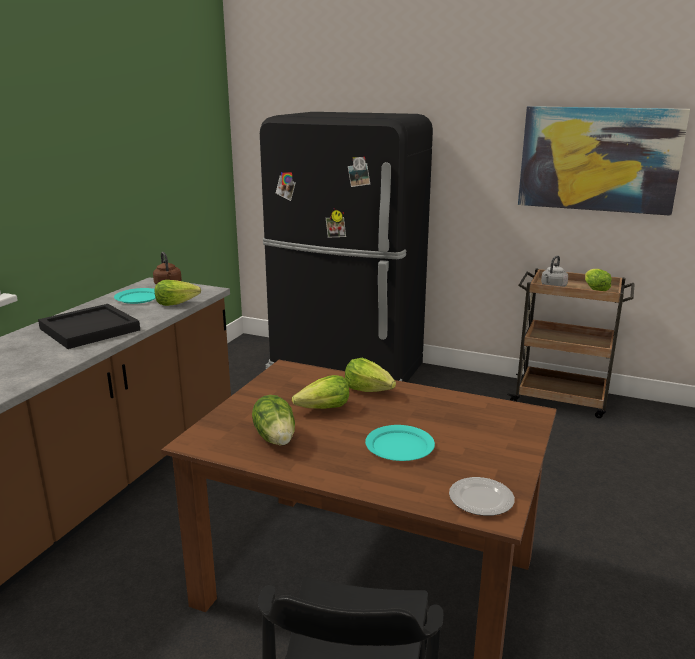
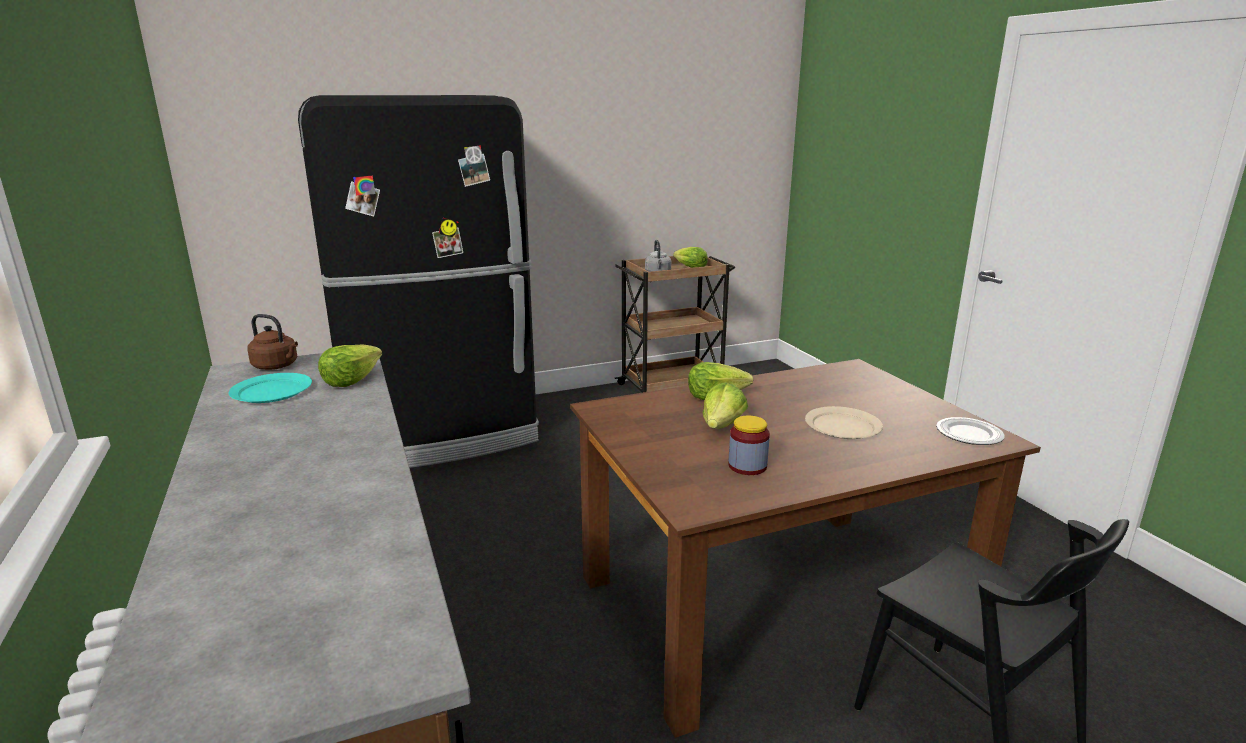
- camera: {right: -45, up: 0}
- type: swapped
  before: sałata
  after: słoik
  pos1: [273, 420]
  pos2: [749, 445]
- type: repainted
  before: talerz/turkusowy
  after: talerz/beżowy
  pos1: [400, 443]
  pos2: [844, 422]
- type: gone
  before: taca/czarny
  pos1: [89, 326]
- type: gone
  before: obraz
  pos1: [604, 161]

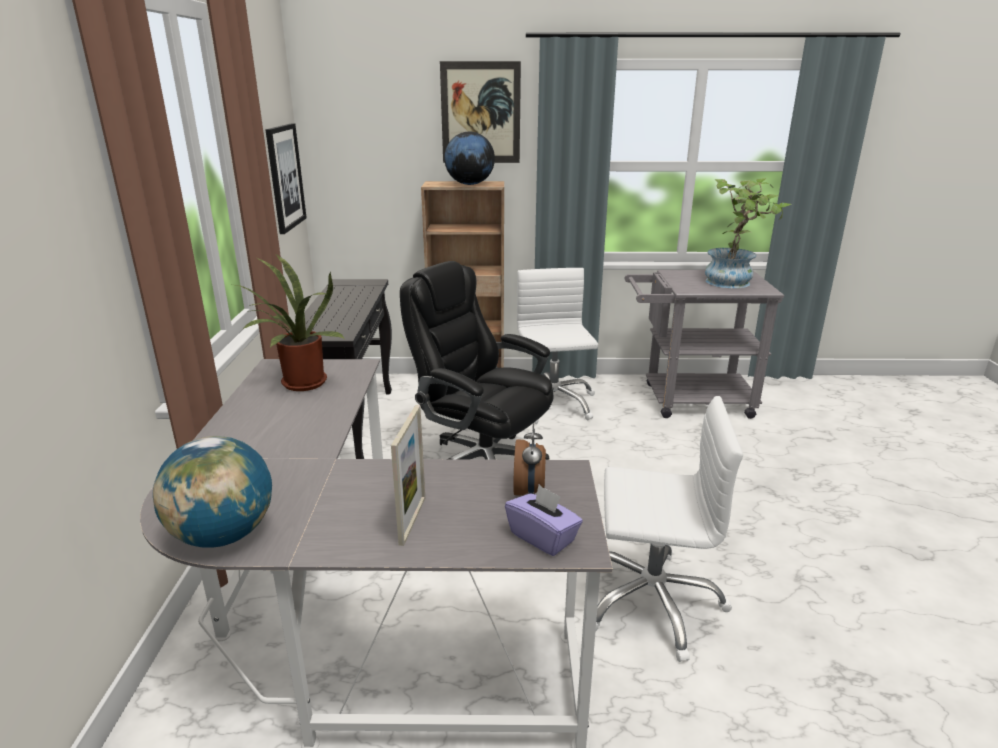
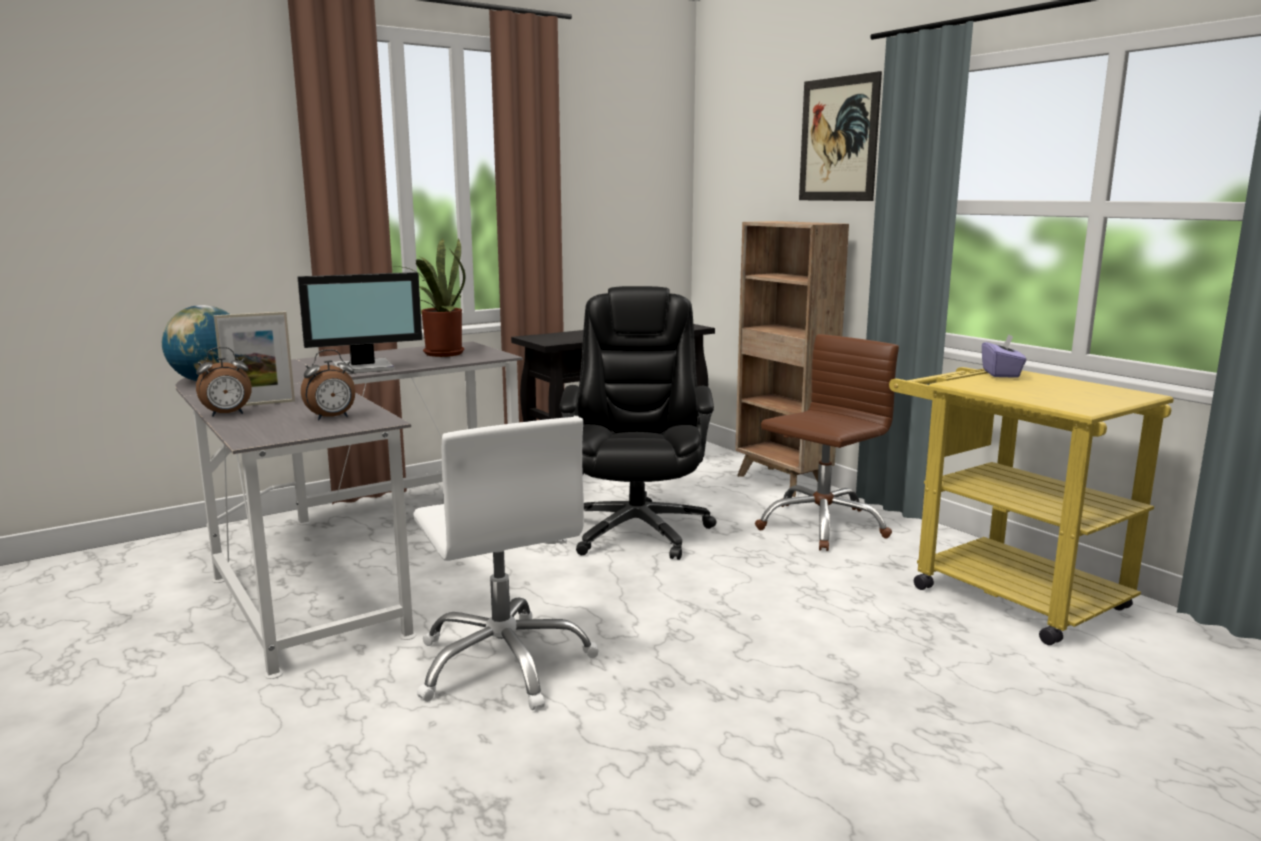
- camera: {right: 55, up: -10}
- type: new
  after: budzik
  pos2: [224, 382]
- type: new
  after: monitor
  pos2: [359, 323]
- type: repainted
  before: krzesło biurowe/biały
  after: krzesło biurowe/brązowy
  pos1: [557, 346]
  pos2: [827, 442]
- type: repainted
  before: wózek/szary
  after: wózek/żółty
  pos1: [704, 344]
  pos2: [1031, 506]
- type: shifted
  before: pudełko chusteczek/fioletowy
  pos1: [544, 520]
  pos2: [1004, 356]
- type: gone
  before: obraz
  pos1: [286, 178]
- type: gone
  before: globus
  pos1: [469, 158]
- type: gone
  before: roślina doniczkowa
  pos1: [748, 233]

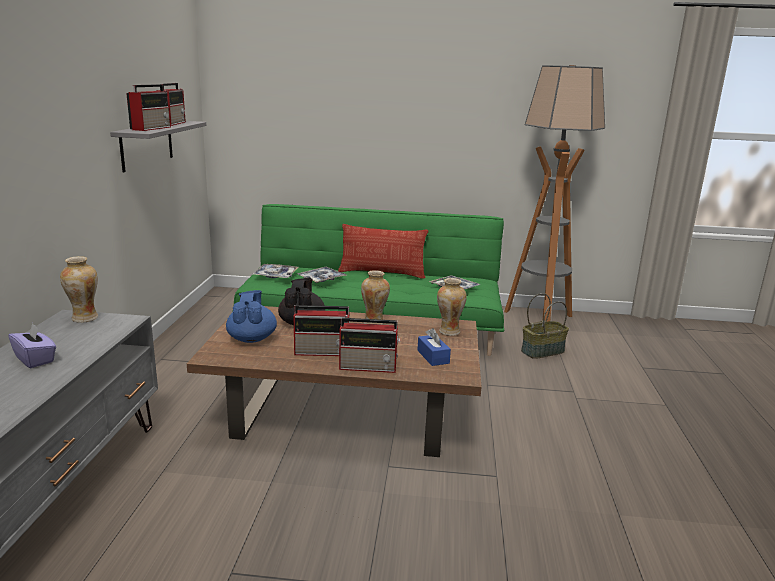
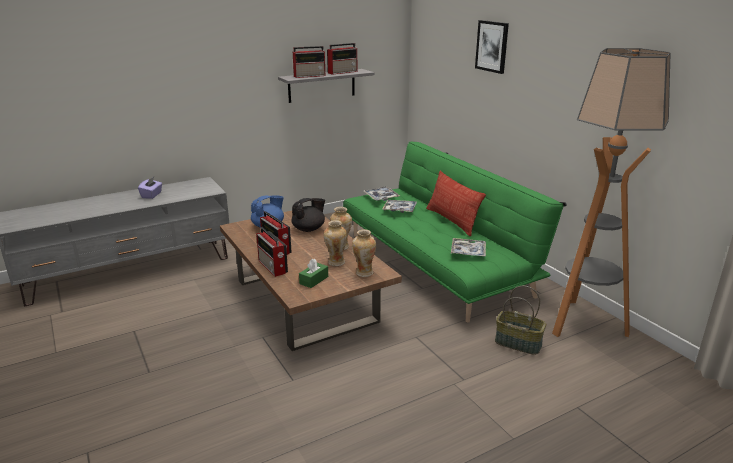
- camera: {right: 55, up: 5}
- type: repainted
  before: pudełko chusteczek/niebieski
  after: pudełko chusteczek/zielony
  pos1: [434, 347]
  pos2: [313, 273]
- type: shifted
  before: wazon
  pos1: [79, 289]
  pos2: [335, 243]
- type: new
  after: obraz
  pos2: [492, 47]

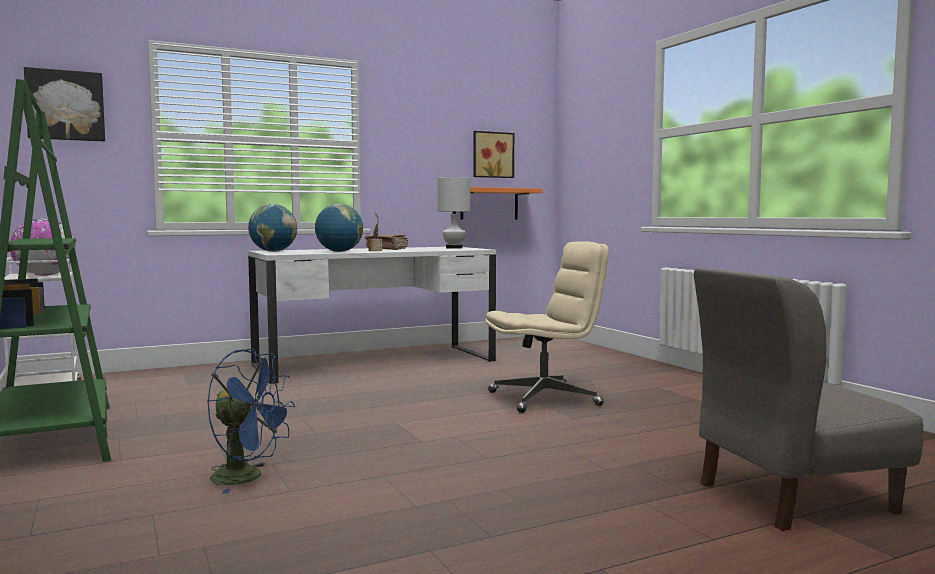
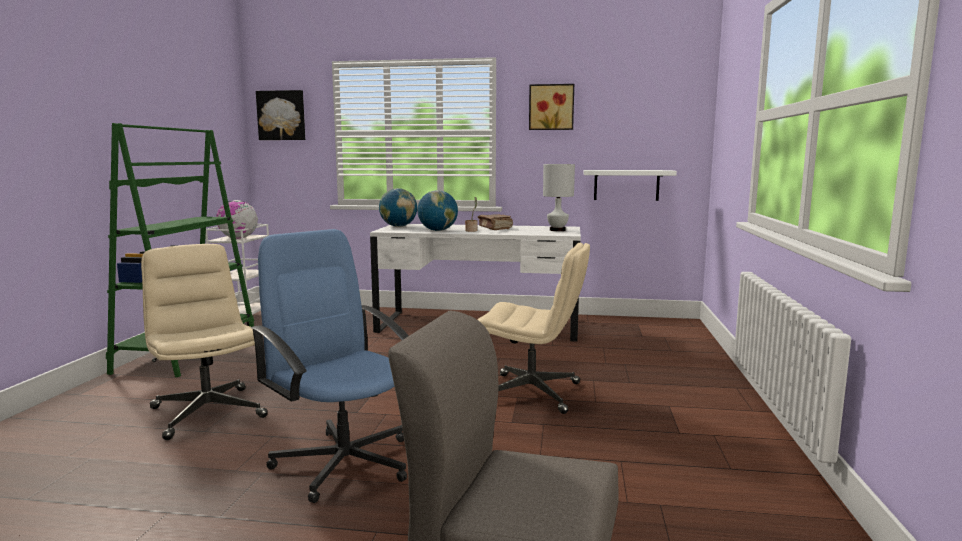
- camera: {right: 35, up: 5}
- type: swapped
  before: wentylator/niebieski
  after: krzesło biurowe/beżowy
  pos1: [251, 421]
  pos2: [204, 342]
- type: new
  after: krzesło biurowe/niebieski
  pos2: [330, 366]
- type: shifted
  before: obraz
  pos1: [493, 154]
  pos2: [551, 107]
- type: repainted
  before: półka/pomarańczowy
  after: półka/biały
  pos1: [501, 203]
  pos2: [630, 185]

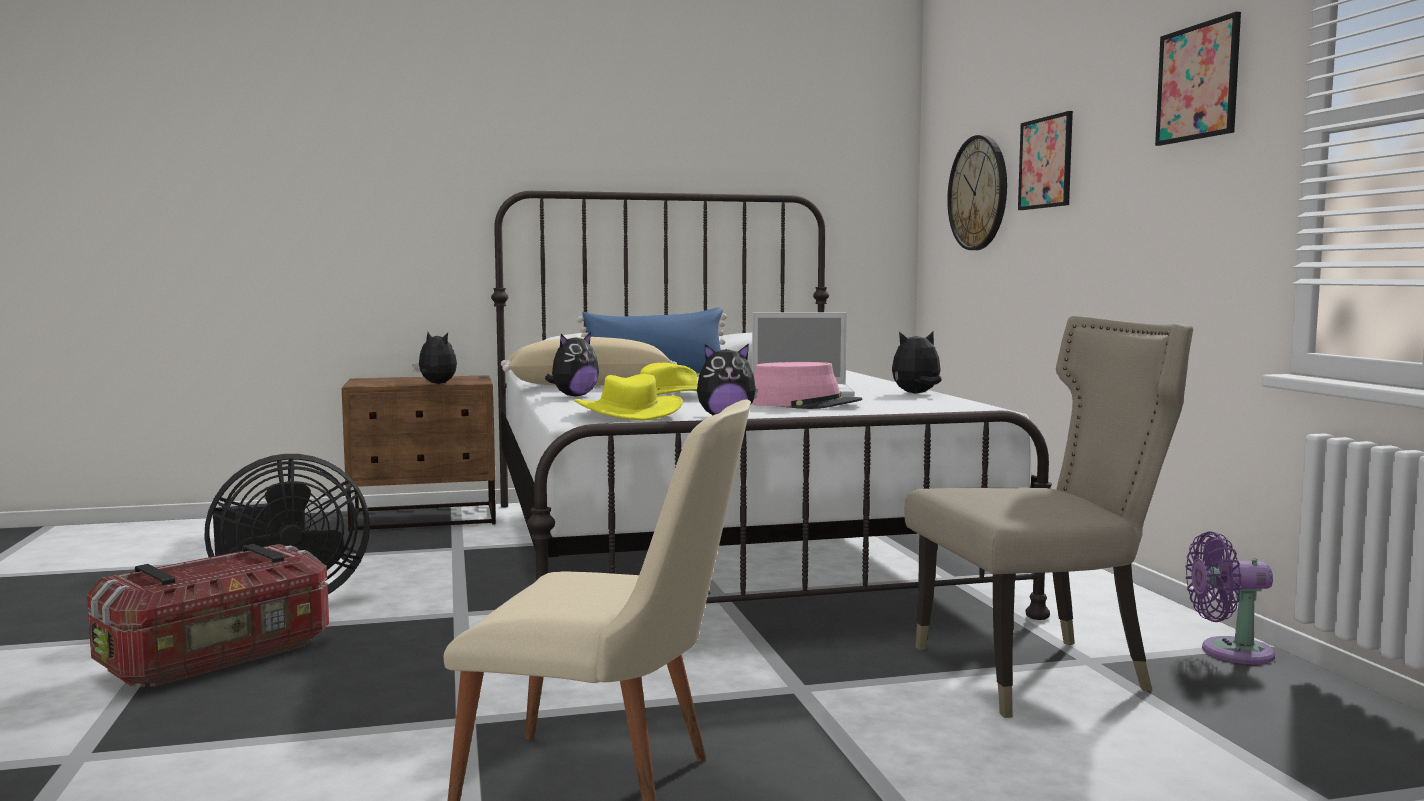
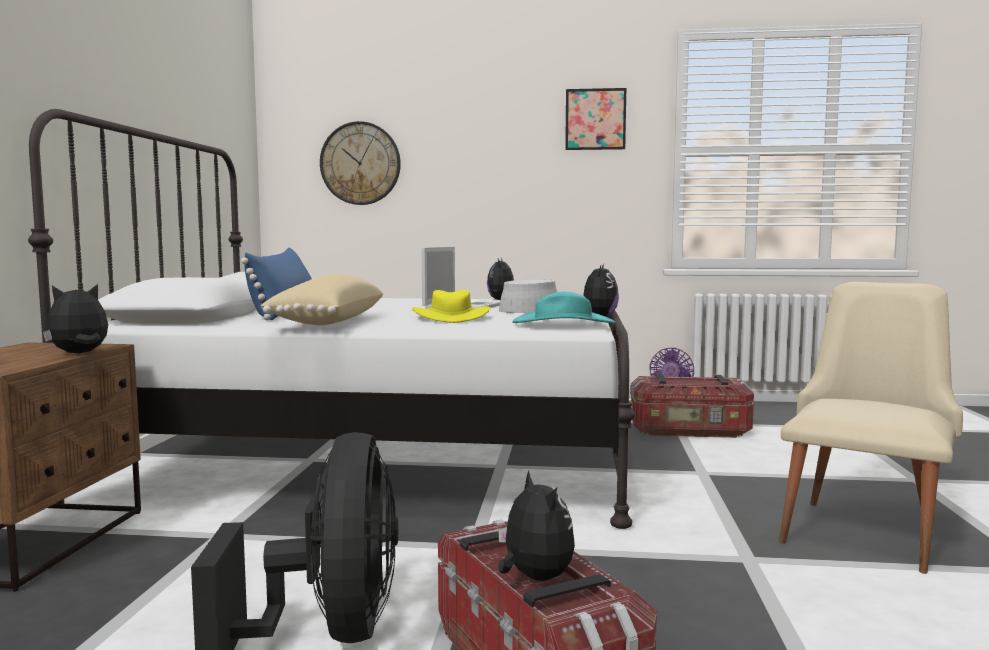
- camera: {right: -70, up: 0}
- type: shifted
  before: pluszak
  pos1: [572, 364]
  pos2: [536, 526]
- type: repainted
  before: kapelusz/różowy
  after: kapelusz/szary
  pos1: [807, 385]
  pos2: [528, 296]
- type: repainted
  before: kapelusz/żółty
  after: kapelusz/turkusowy
  pos1: [629, 397]
  pos2: [564, 308]
- type: swapped
  before: krzesło/beżowy
  after: pojemnik do przechowywania
  pos1: [1048, 517]
  pos2: [692, 405]
- type: gone
  before: obraz
  pos1: [1045, 160]

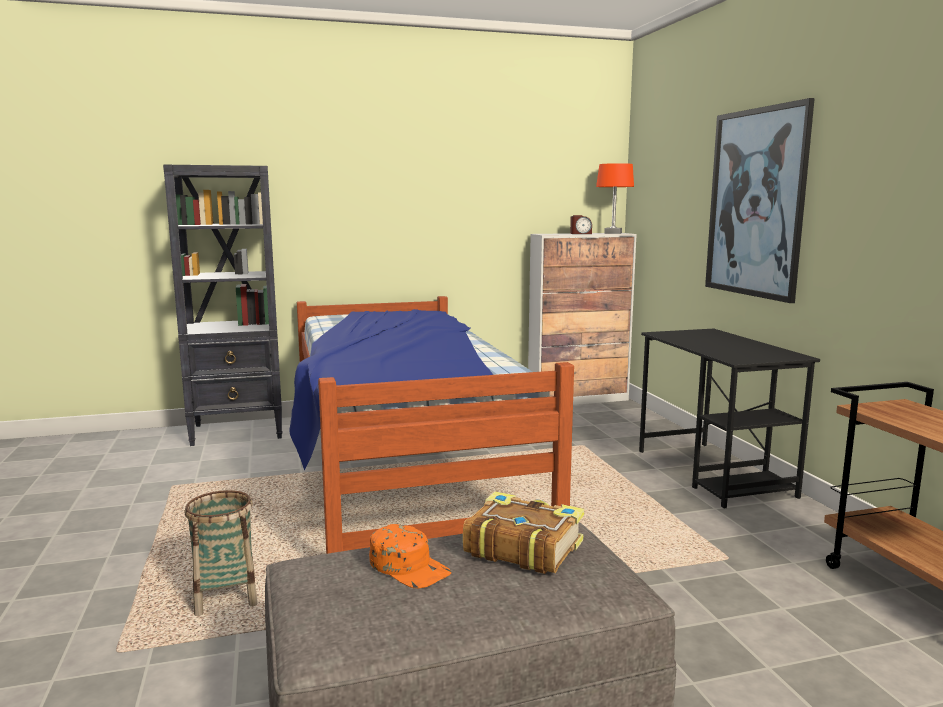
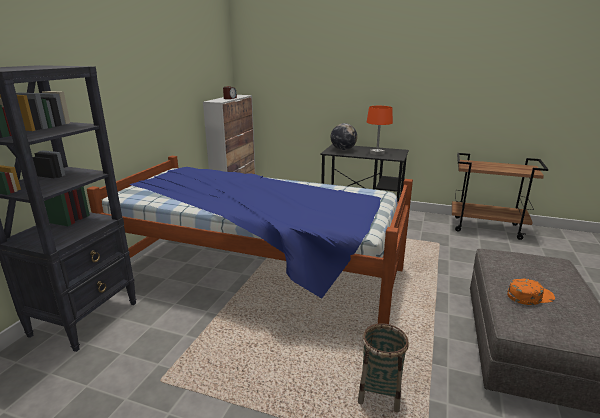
- camera: {right: -55, up: 10}
- type: new
  after: globus
  pos2: [344, 136]
- type: shifted
  before: lampa stołowa/pomarańczowy
  pos1: [615, 198]
  pos2: [380, 131]
- type: gone
  before: książka
  pos1: [523, 532]
- type: gone
  before: obraz
  pos1: [760, 200]

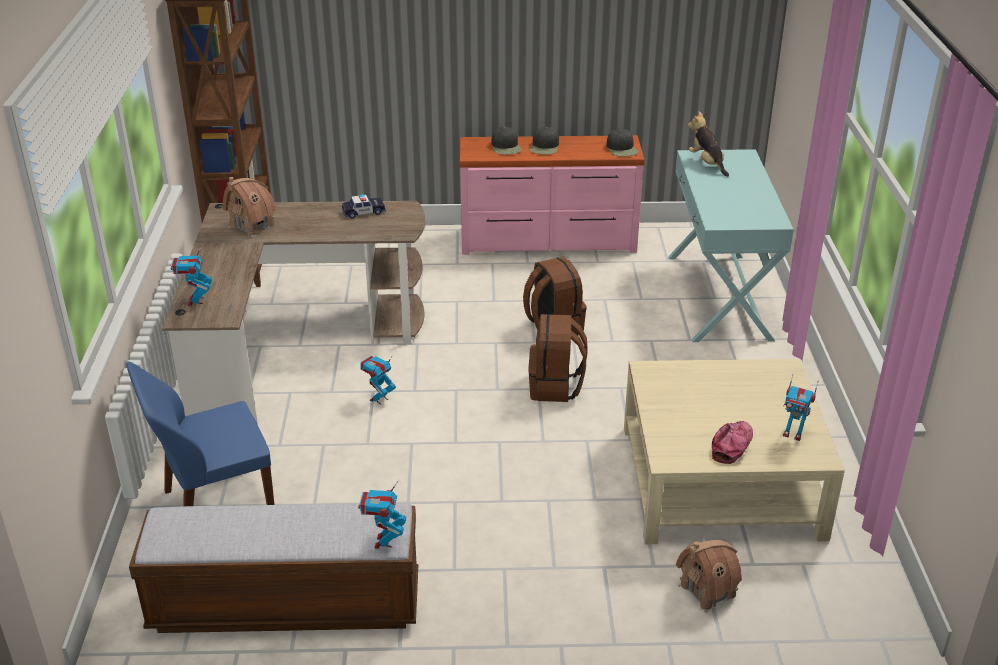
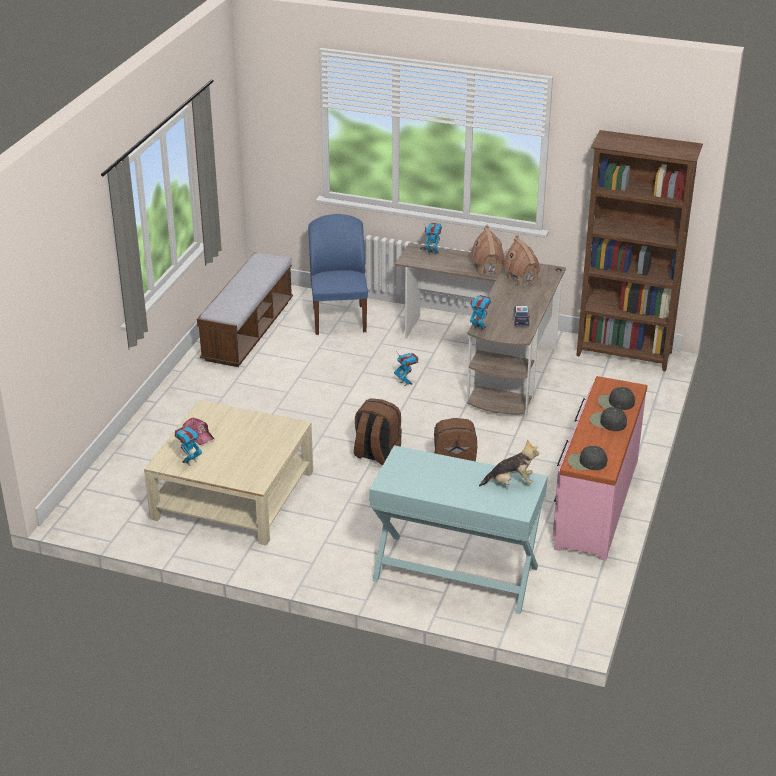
- camera: {right: 110, up: 0}
- type: shifted
  before: robot zabawkowy
  pos1: [382, 515]
  pos2: [480, 313]
- type: shifted
  before: domek
  pos1: [709, 576]
  pos2: [487, 250]

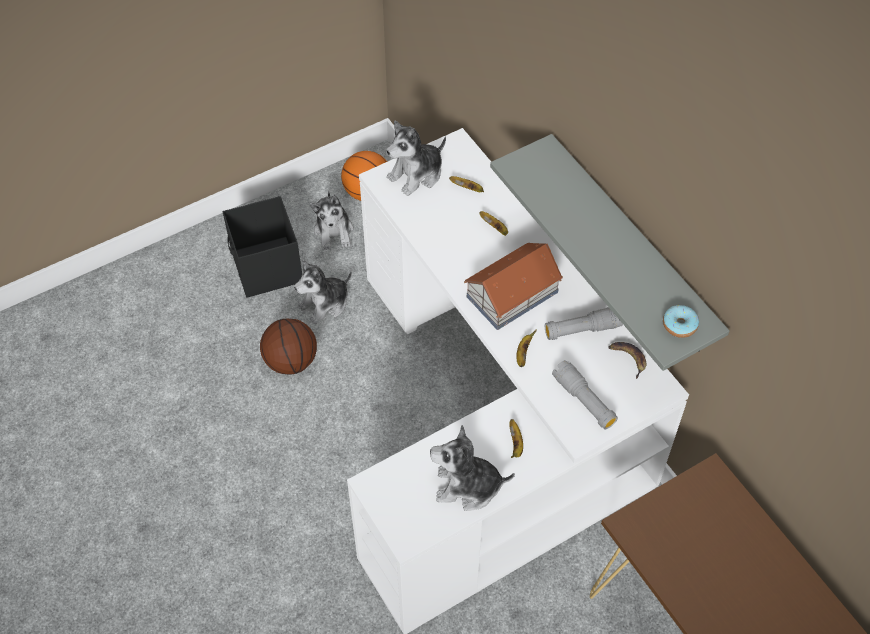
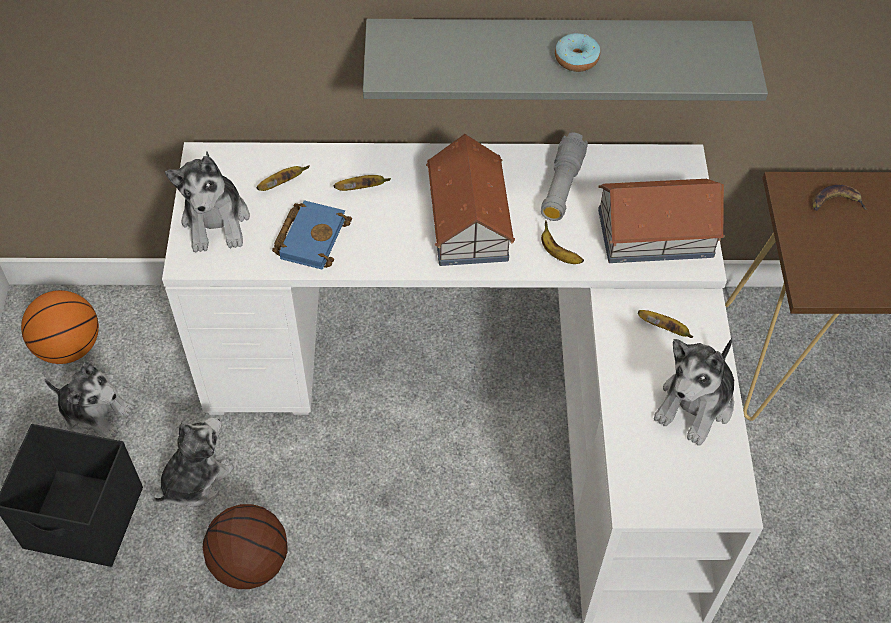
- camera: {right: -60, up: 0}
- type: rotated
  before: pluszak
  pos1: [323, 291]
  pos2: [193, 462]
  turn: -135
- type: new
  after: książka/niebieski
  pos2: [312, 235]
- type: shifted
  before: donut
  pos1: [681, 321]
  pos2: [577, 52]
- type: swapped
  before: latarka/szary
  after: domek
  pos1: [585, 394]
  pos2: [661, 221]
- type: shifted
  before: banan
  pos1: [627, 360]
  pos2: [839, 198]

